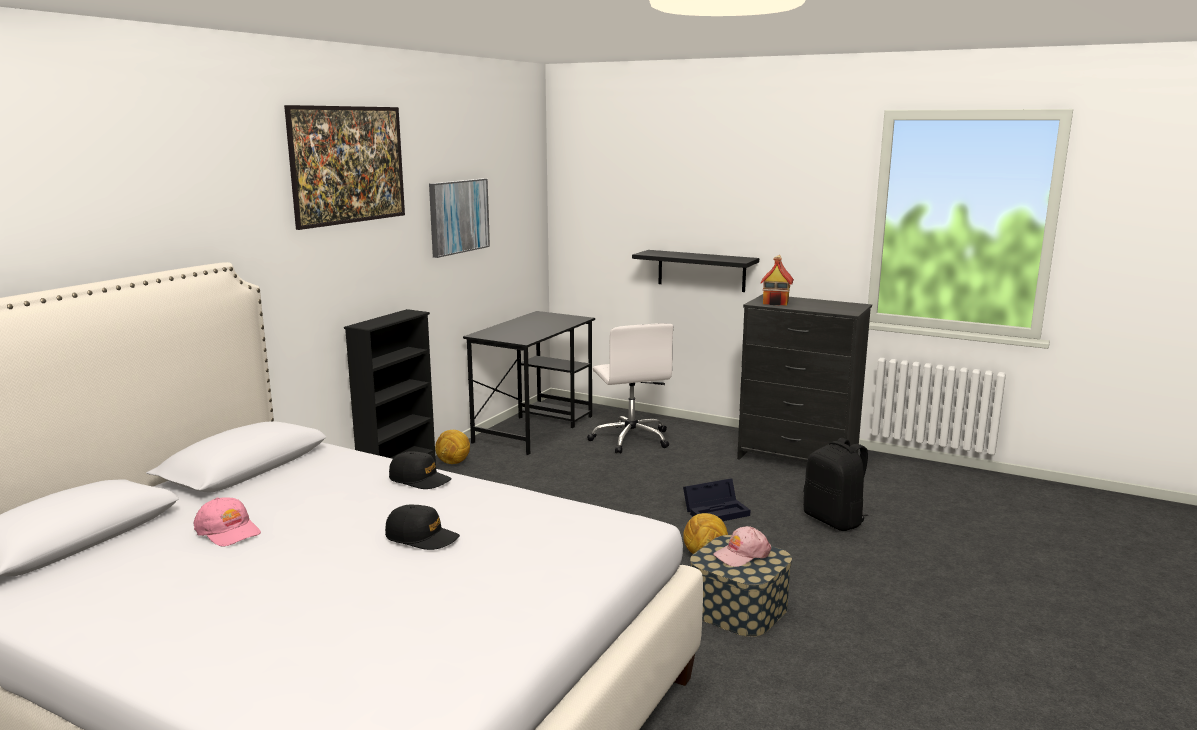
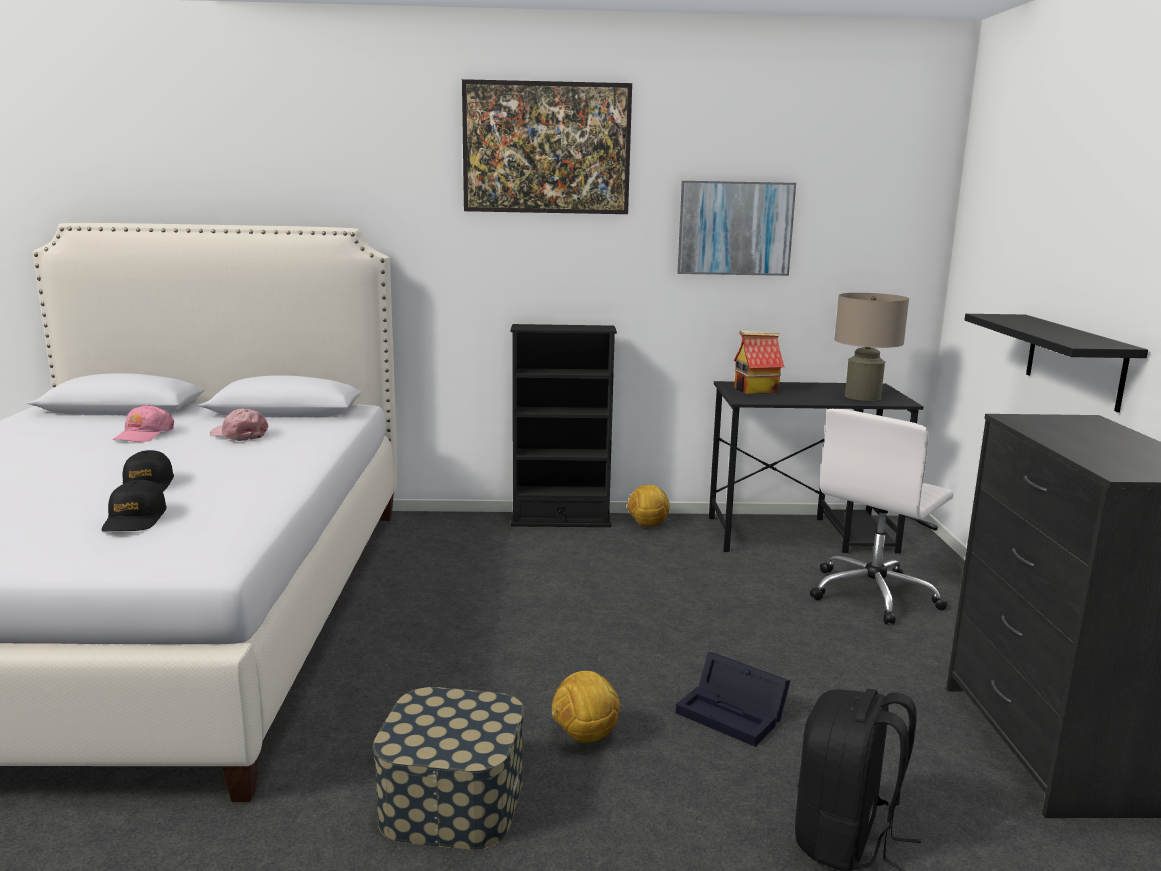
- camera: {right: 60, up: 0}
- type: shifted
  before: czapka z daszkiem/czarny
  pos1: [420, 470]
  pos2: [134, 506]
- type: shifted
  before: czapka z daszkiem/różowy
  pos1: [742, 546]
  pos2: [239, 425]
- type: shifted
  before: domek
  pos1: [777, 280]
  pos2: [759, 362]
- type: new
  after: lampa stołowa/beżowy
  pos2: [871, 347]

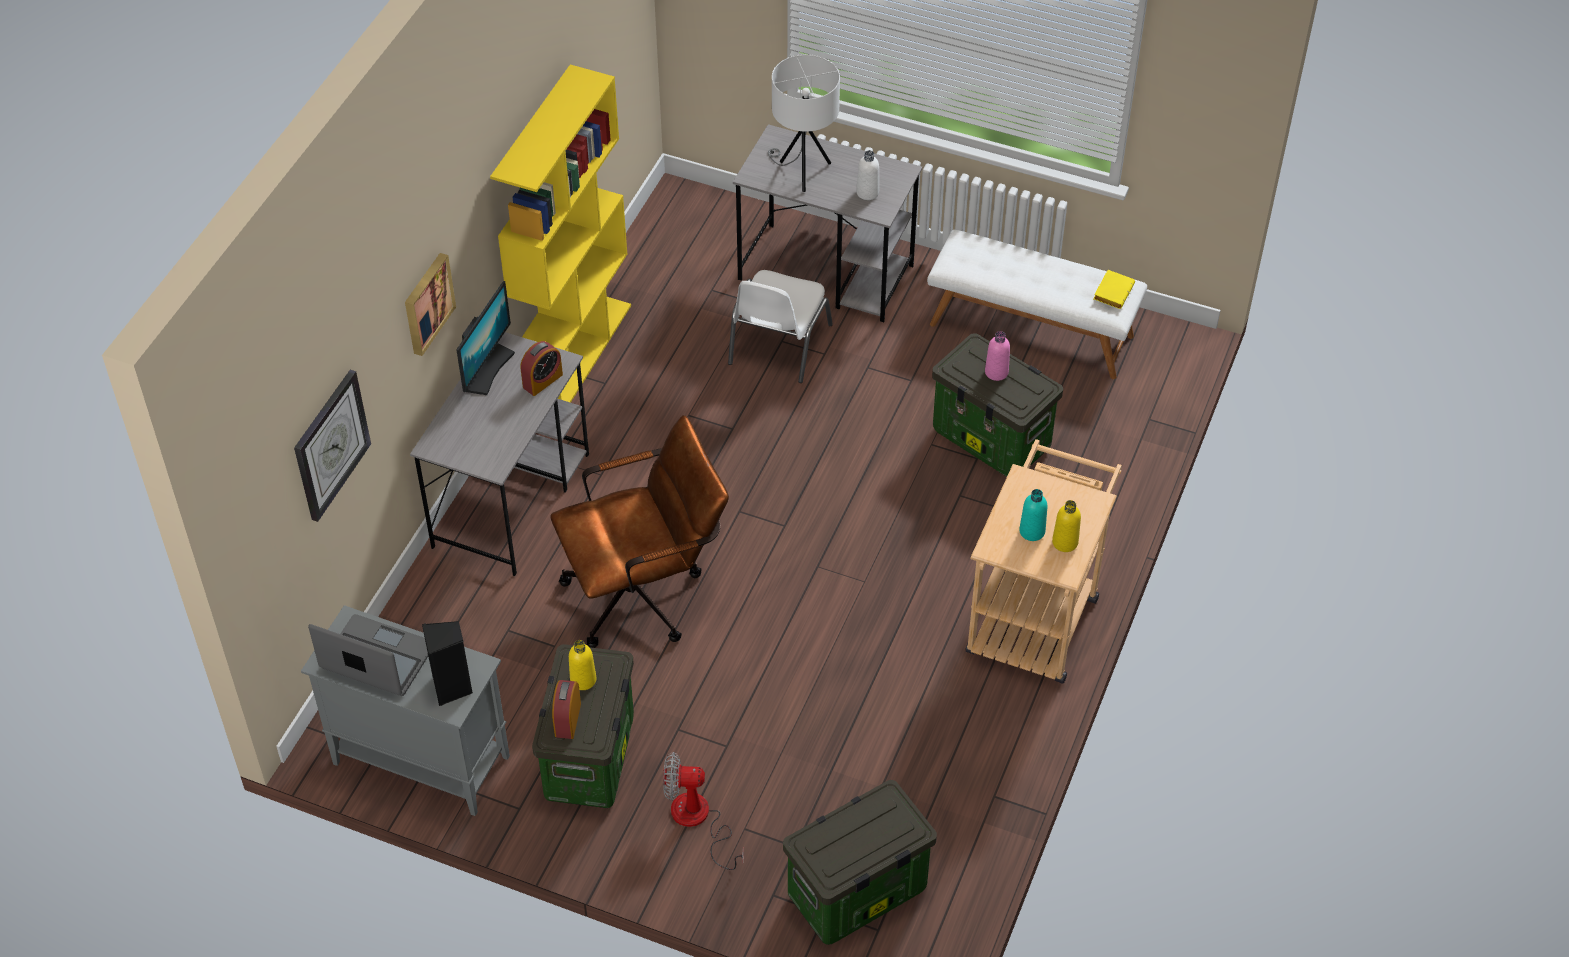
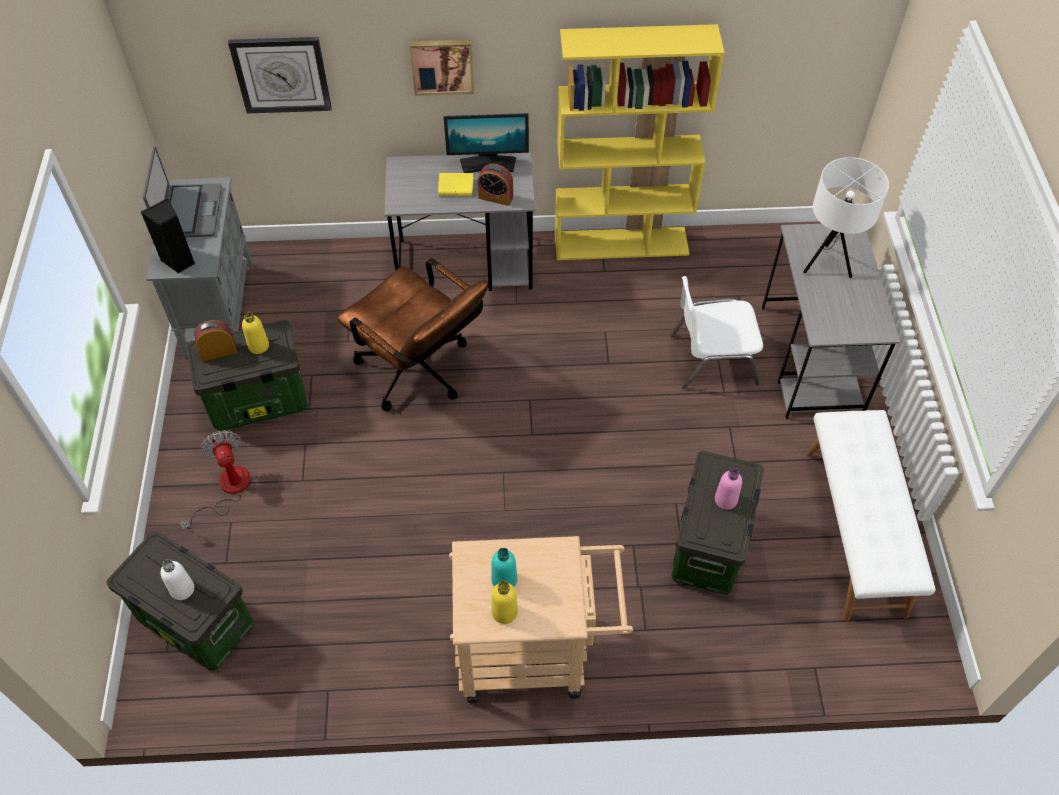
- camera: {right: 65, up: 5}
- type: shifted
  before: butelka/biały
  pos1: [867, 175]
  pos2: [177, 579]
- type: shifted
  before: książka/żółty
  pos1: [1114, 289]
  pos2: [455, 184]

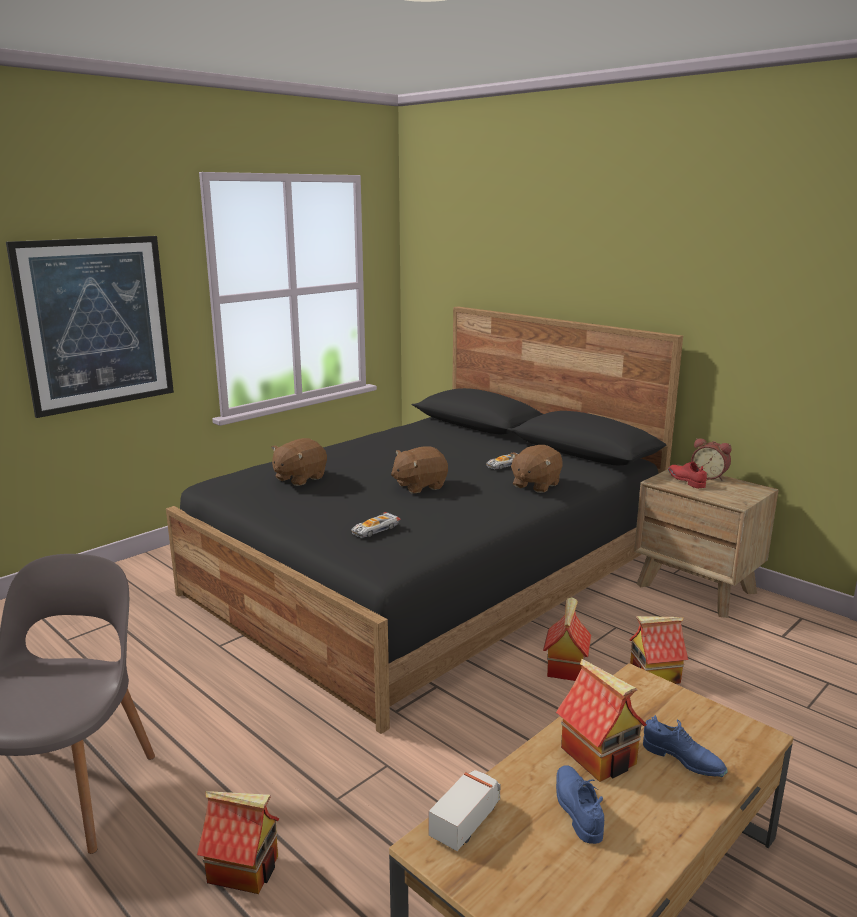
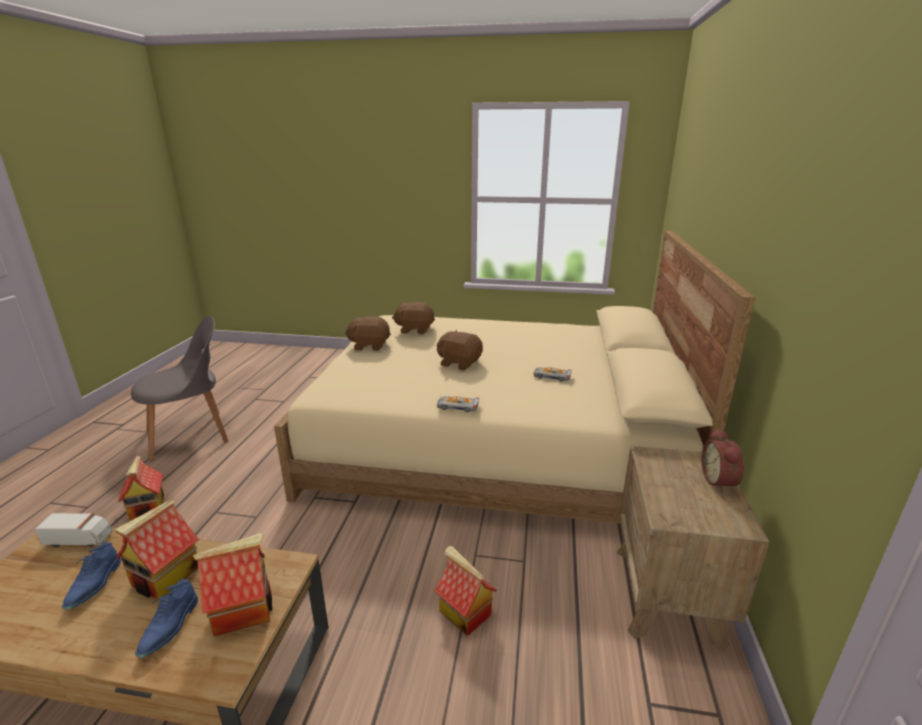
- camera: {right: 55, up: 5}
- type: rotated
  before: but/niebieski
  pos1: [580, 804]
  pos2: [91, 575]
  turn: 135
- type: shifted
  before: domek
  pos1: [567, 639]
  pos2: [232, 584]
- type: repainted
  before: łóżko/czarny
  after: łóżko/beżowy
  pos1: [424, 520]
  pos2: [514, 377]
- type: shifted
  before: pluszak/brązowy
  pos1: [536, 469]
  pos2: [368, 333]
- type: shifted
  before: samochodzik
  pos1: [376, 525]
  pos2: [458, 404]
- type: gone
  before: obraz
  pos1: [90, 327]
- type: gone
  before: but/czerwony
  pos1: [687, 474]

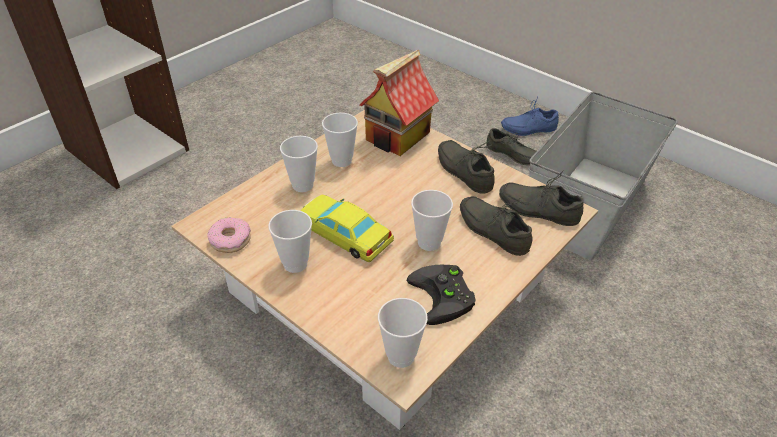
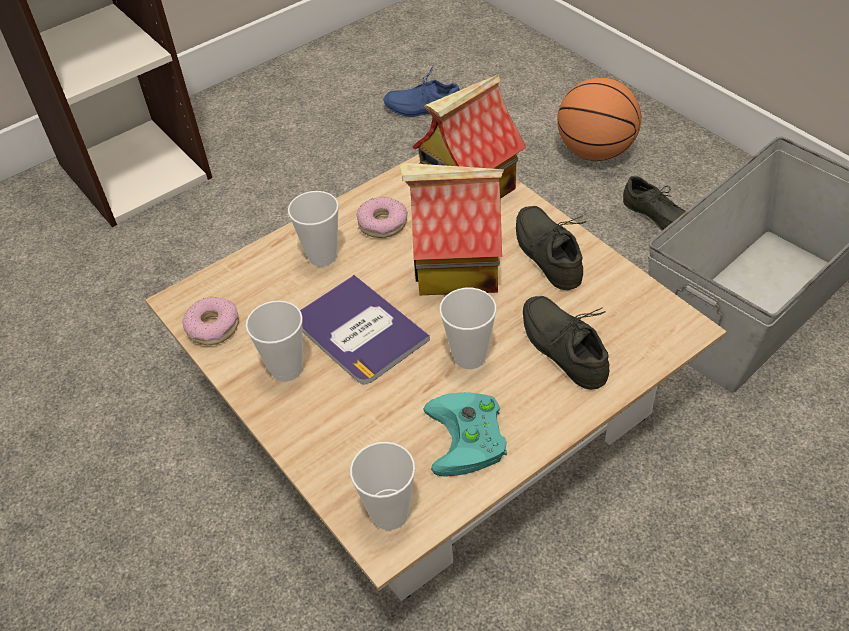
- camera: {right: 15, up: 5}
- type: swapped
  before: samochodzik/żółty
  after: książka
  pos1: [347, 228]
  pos2: [365, 329]
- type: swapped
  before: filiżanka
  after: donut
  pos1: [340, 140]
  pos2: [382, 217]
- type: shifted
  before: but/niebieski
  pos1: [530, 116]
  pos2: [421, 90]
- type: new
  after: domek
  pos2: [452, 229]
- type: repainted
  before: pad do gier/czarny
  after: pad do gier/turkusowy
  pos1: [441, 295]
  pos2: [465, 434]
- type: new
  after: piłka do koszykówki
  pos2: [599, 119]
- type: gone
  before: but/szary
  pos1: [541, 198]

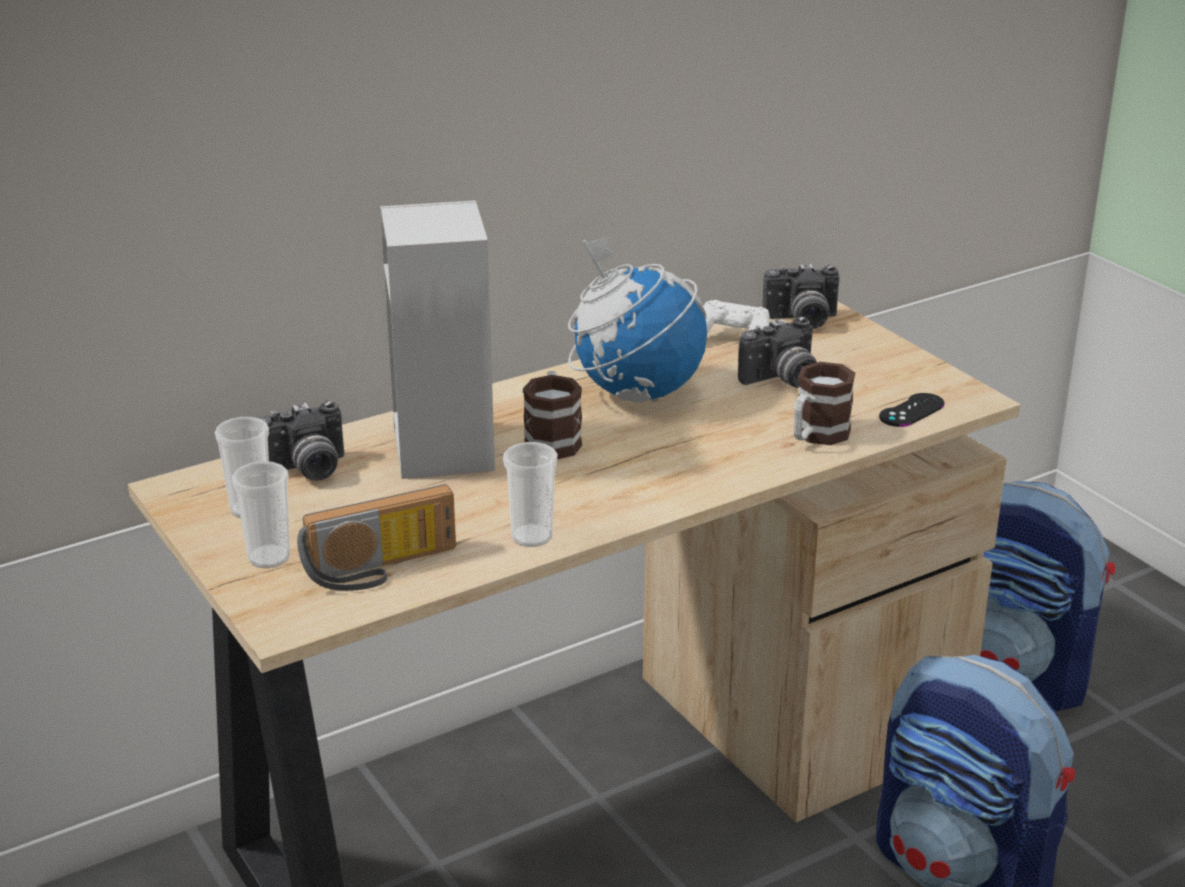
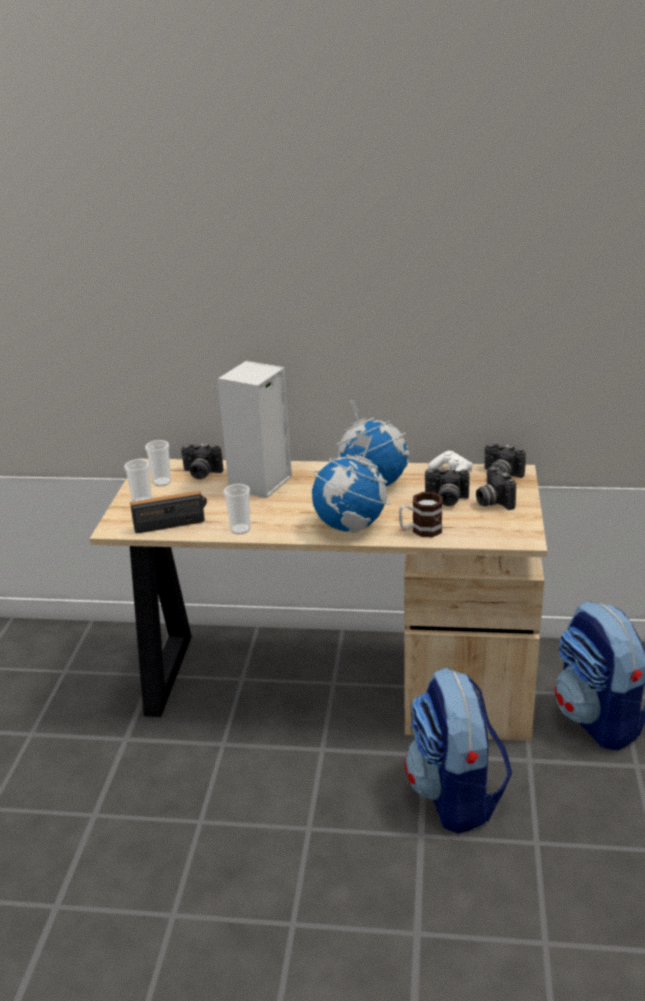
- camera: {right: 40, up: 0}
- type: rotated
  before: radio
  pos1: [376, 537]
  pos2: [168, 512]
  turn: 150
- type: new
  after: globus
  pos2: [351, 482]
- type: new
  after: aparat fotograficzny
  pos2: [496, 488]
- type: gone
  before: kubek
  pos1: [552, 415]
- type: gone
  before: pad do gier/czarny
  pos1: [912, 410]

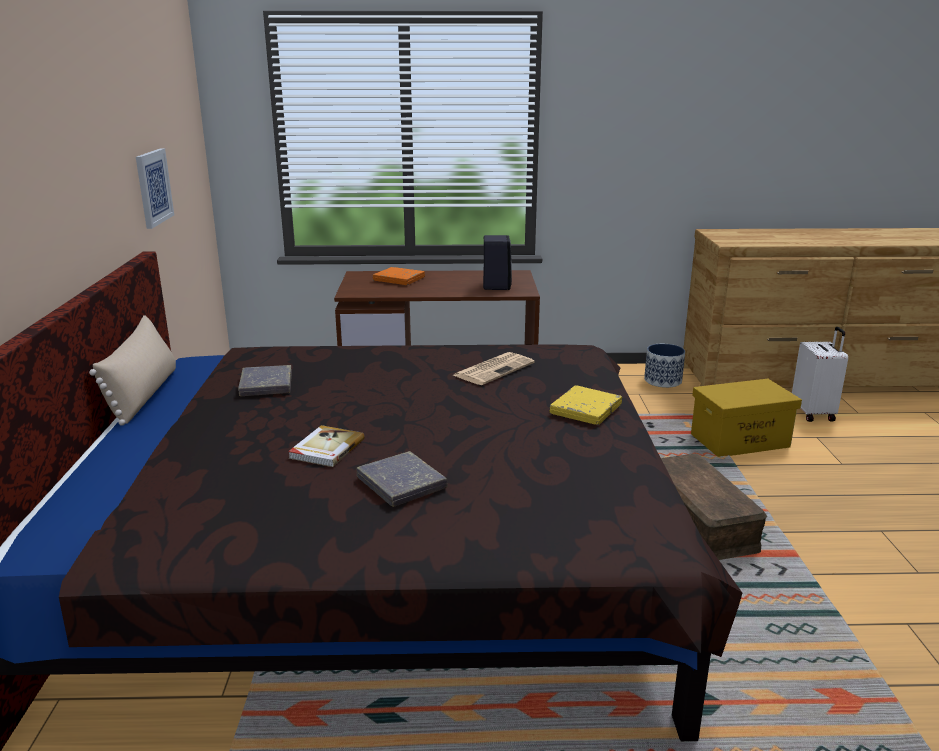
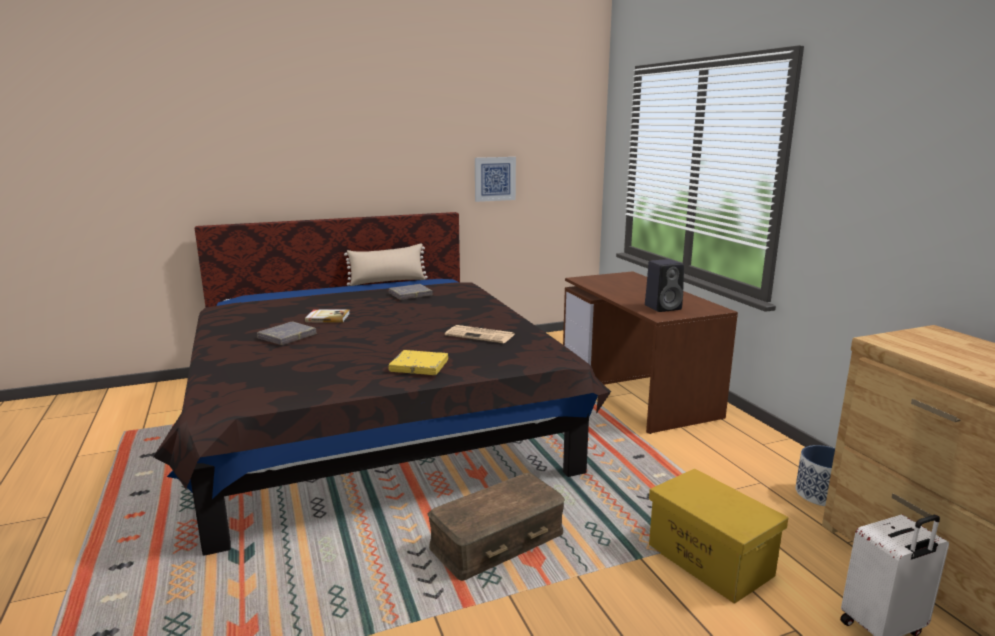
- camera: {right: 70, up: -5}
- type: gone
  before: książka/pomarańczowy
  pos1: [399, 276]

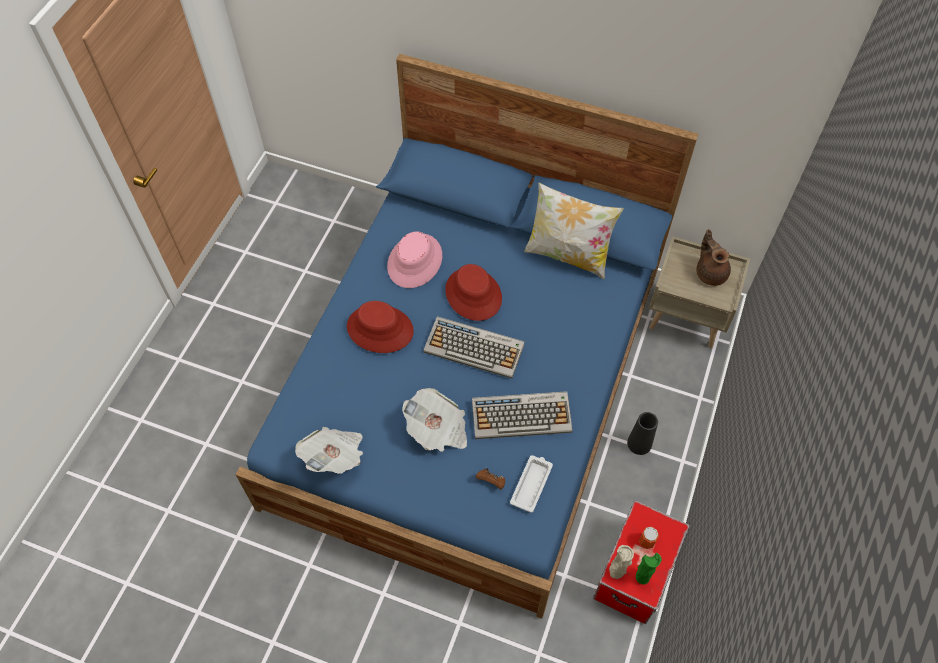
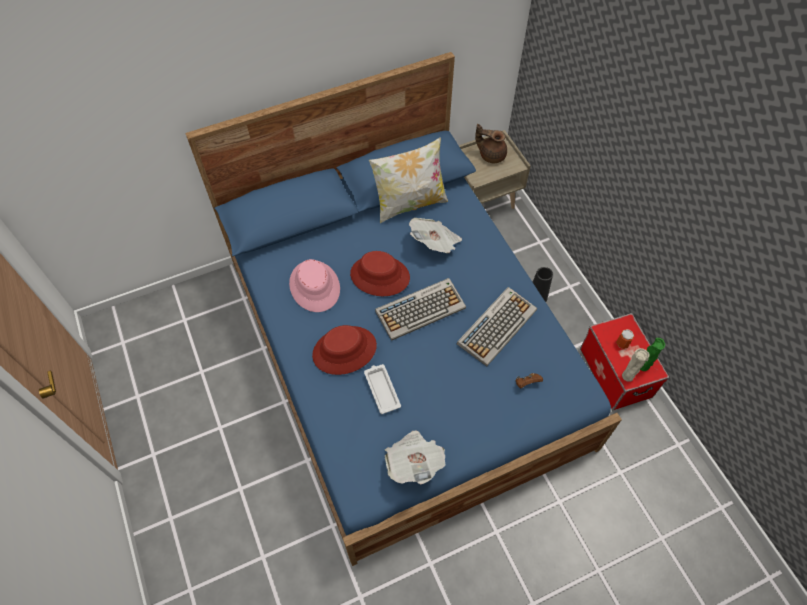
- camera: {right: -45, up: 0}
- type: shifted
  before: taca/biały
  pos1: [531, 484]
  pos2: [382, 389]
- type: shifted
  before: gazeta
  pos1: [434, 420]
  pos2: [435, 235]

